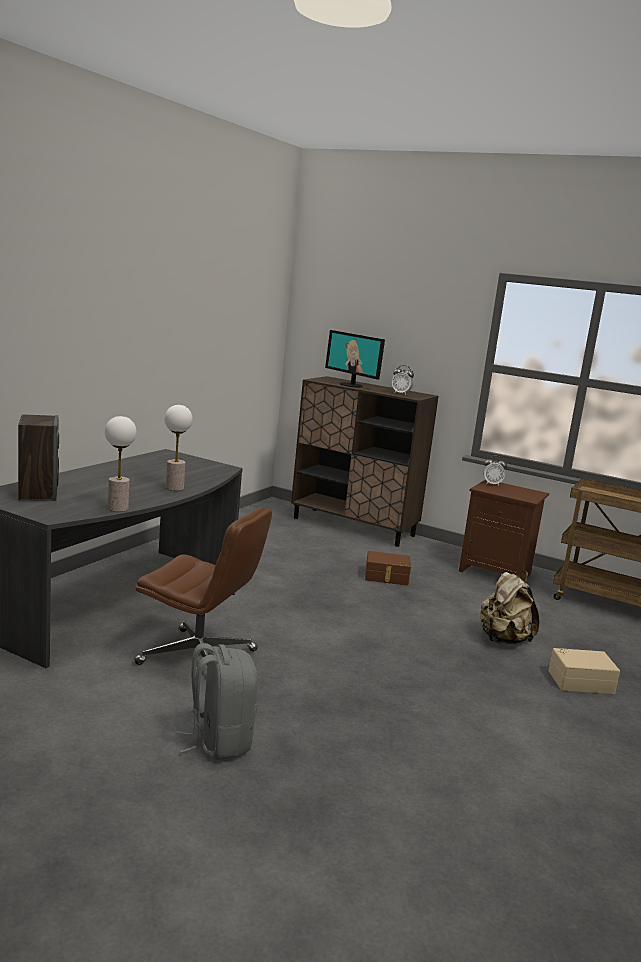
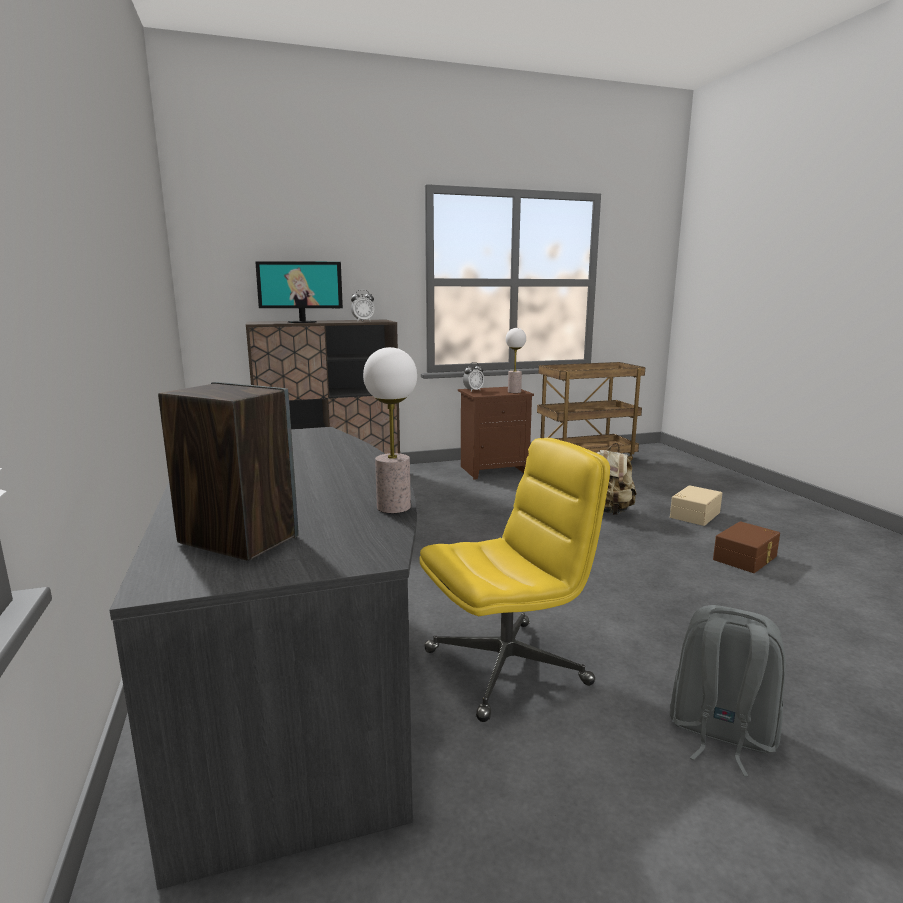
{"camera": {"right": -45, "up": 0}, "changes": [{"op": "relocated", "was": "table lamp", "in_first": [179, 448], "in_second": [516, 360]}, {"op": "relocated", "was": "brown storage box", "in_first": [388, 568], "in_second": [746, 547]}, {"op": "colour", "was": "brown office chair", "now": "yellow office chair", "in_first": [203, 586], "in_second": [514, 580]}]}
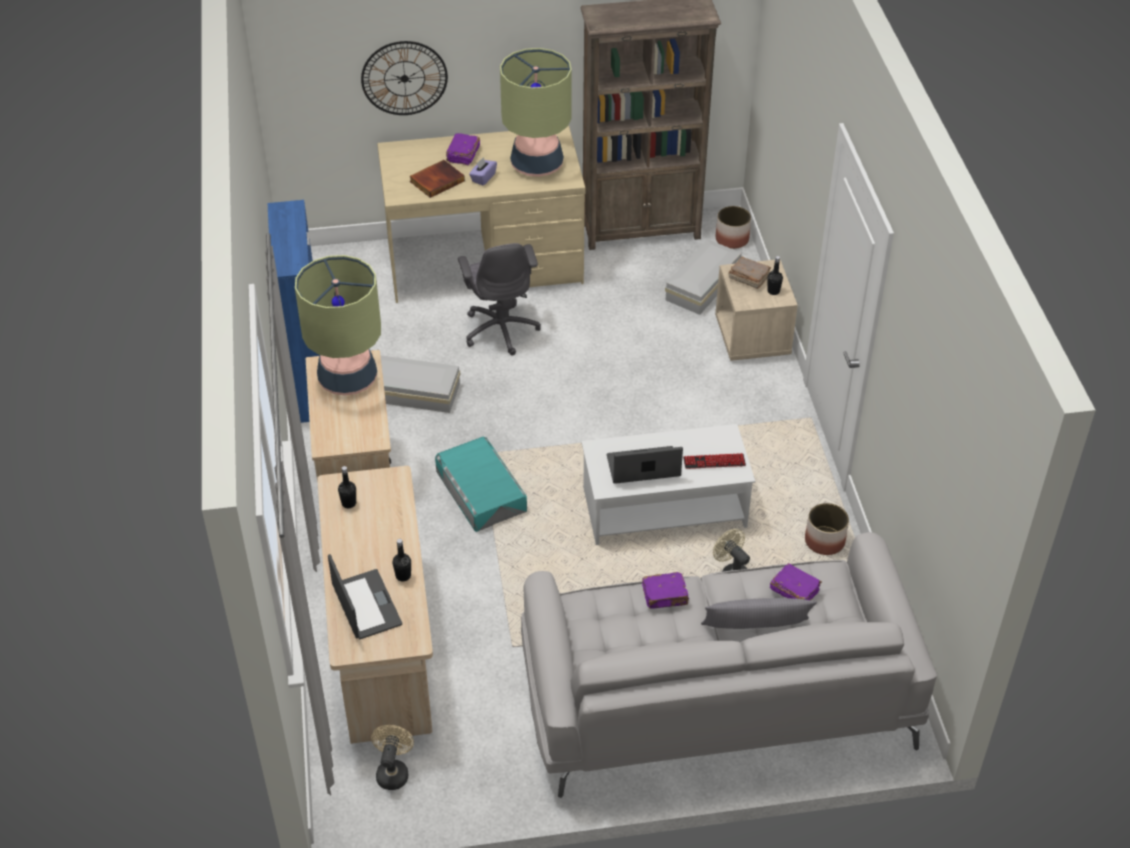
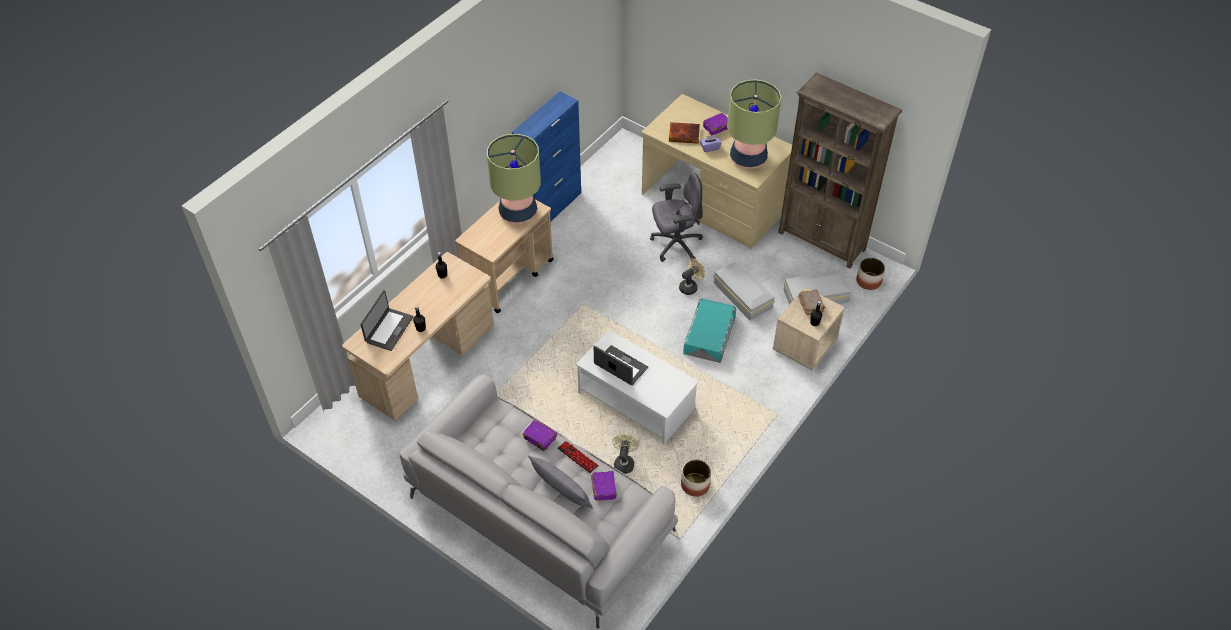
{"camera": {"right": 45, "up": 5}, "changes": [{"op": "missing", "was": "wall clock", "in_first": [404, 78]}, {"op": "relocated", "was": "beige fan", "in_first": [392, 757], "in_second": [692, 276]}, {"op": "relocated", "was": "white storage box", "in_first": [420, 384], "in_second": [744, 290]}, {"op": "relocated", "was": "turquoise storage box", "in_first": [481, 484], "in_second": [709, 331]}, {"op": "relocated", "was": "keyboard", "in_first": [714, 461], "in_second": [578, 457]}, {"op": "spun", "was": "grey office chair", "in_first": [499, 299], "in_second": [676, 217], "clockwise": -135}]}
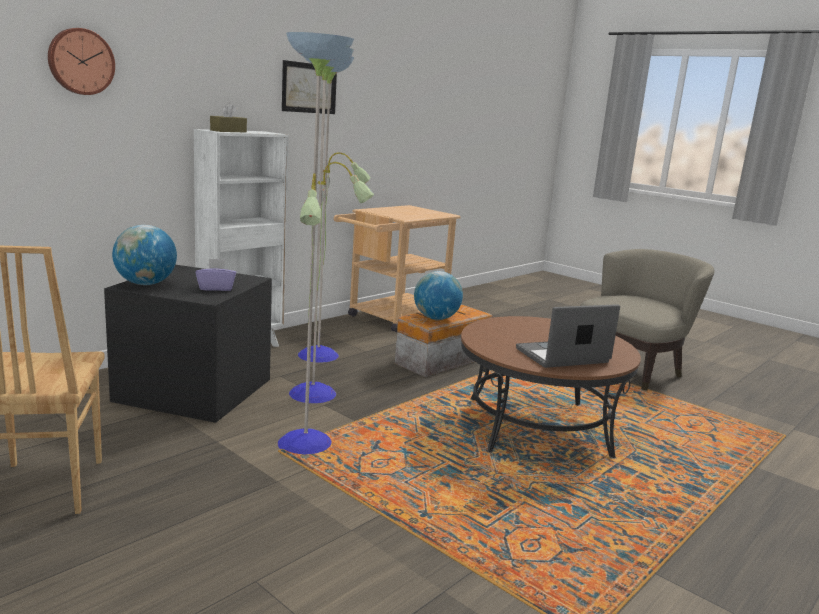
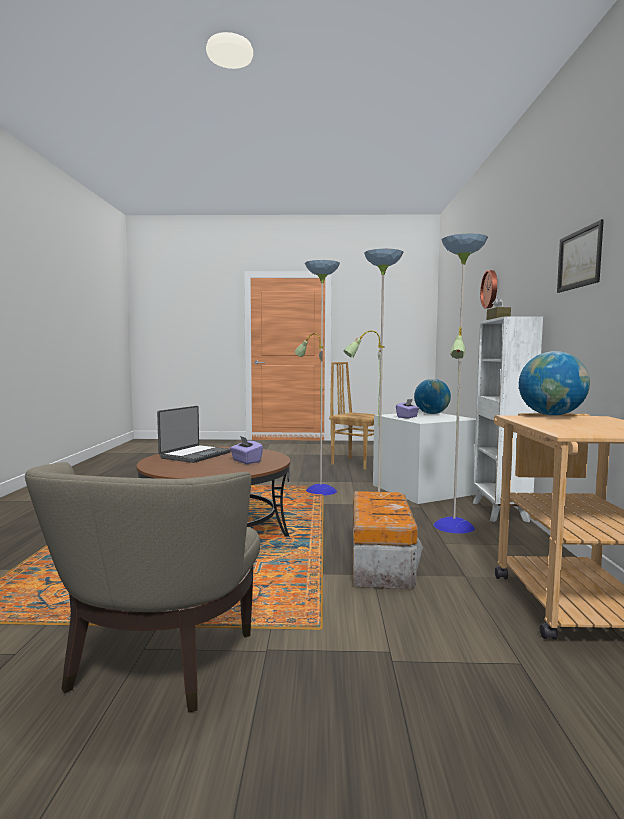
{"camera": {"right": 140, "up": -10}, "changes": [{"op": "appeared", "now": "purple tissue box", "in_second": [246, 450]}, {"op": "relocated", "was": "globe", "in_first": [438, 295], "in_second": [554, 383]}, {"op": "colour", "was": "black storage box", "now": "white storage box", "in_first": [188, 344], "in_second": [425, 458]}]}
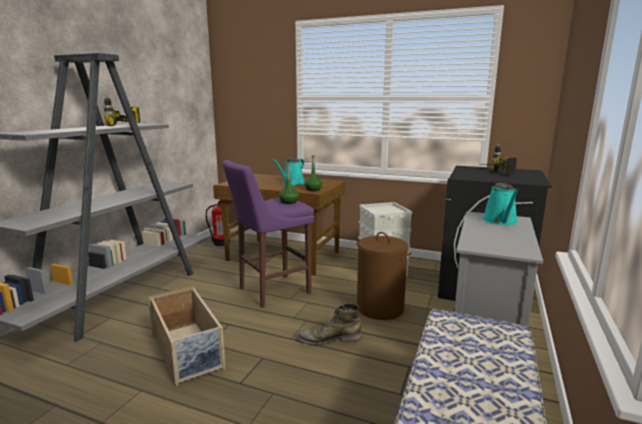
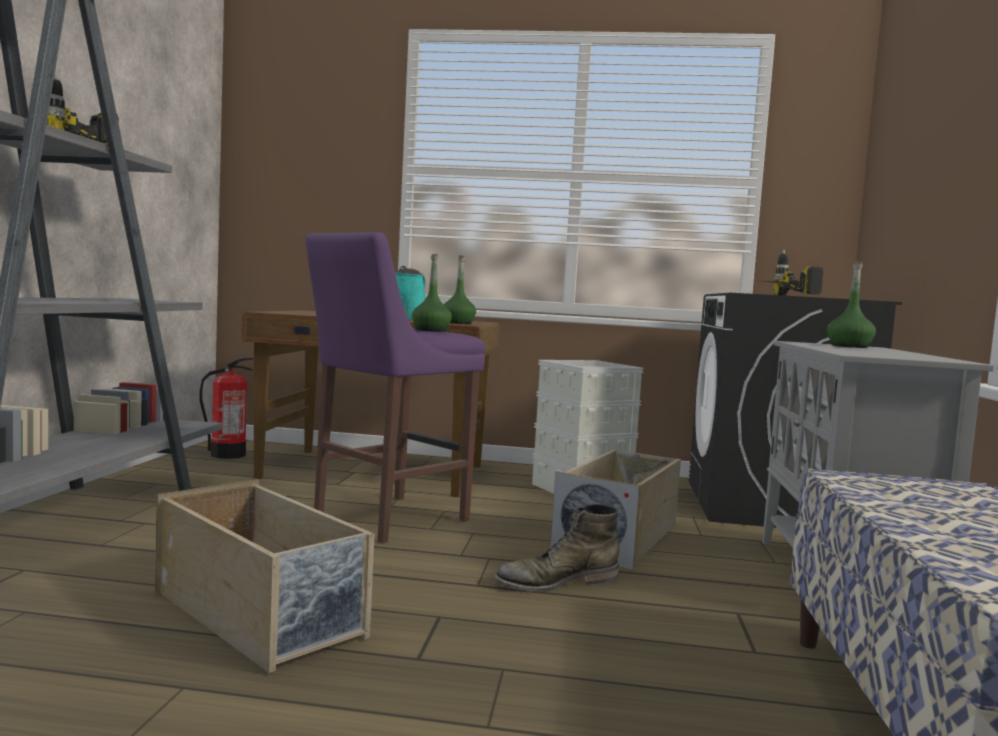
{"camera": {"right": -15, "up": -10}, "changes": [{"op": "exchanged", "was": "brown laundry basket", "now": "beige storage box", "in_first": [384, 276], "in_second": [615, 509]}, {"op": "exchanged", "was": "turquoise watering can", "now": "green bottle", "in_first": [501, 204], "in_second": [851, 304]}]}
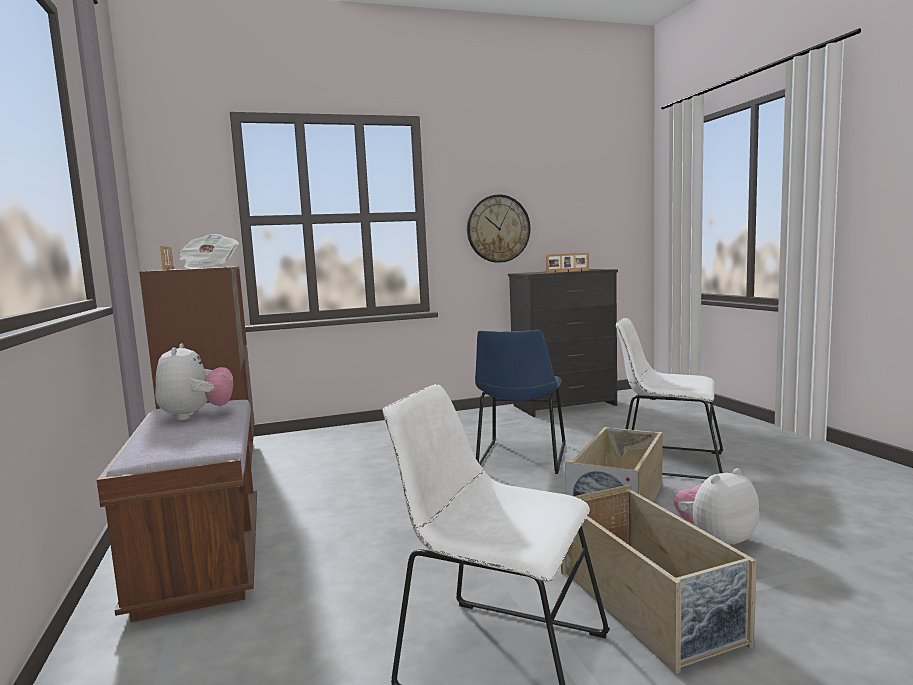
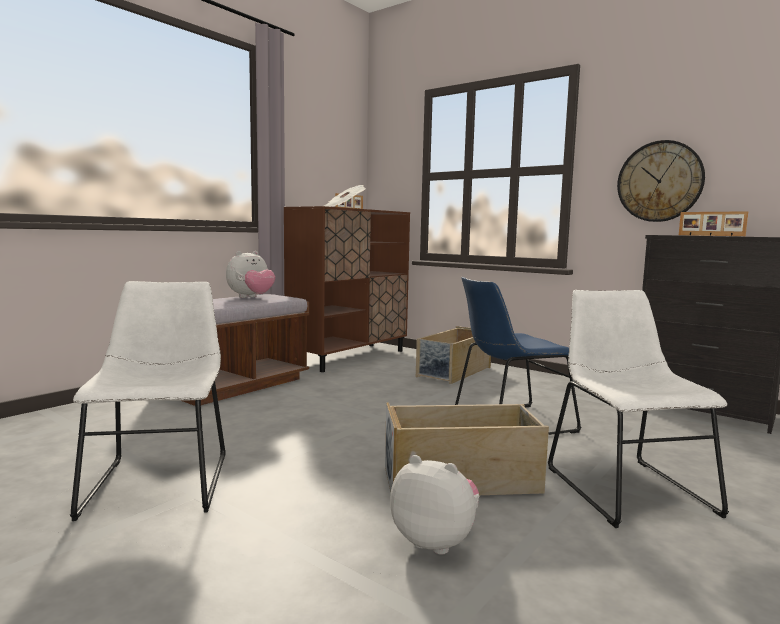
{"camera": {"right": 55, "up": 0}, "changes": [{"op": "relocated", "was": "beige storage box", "in_first": [659, 579], "in_second": [453, 355]}]}
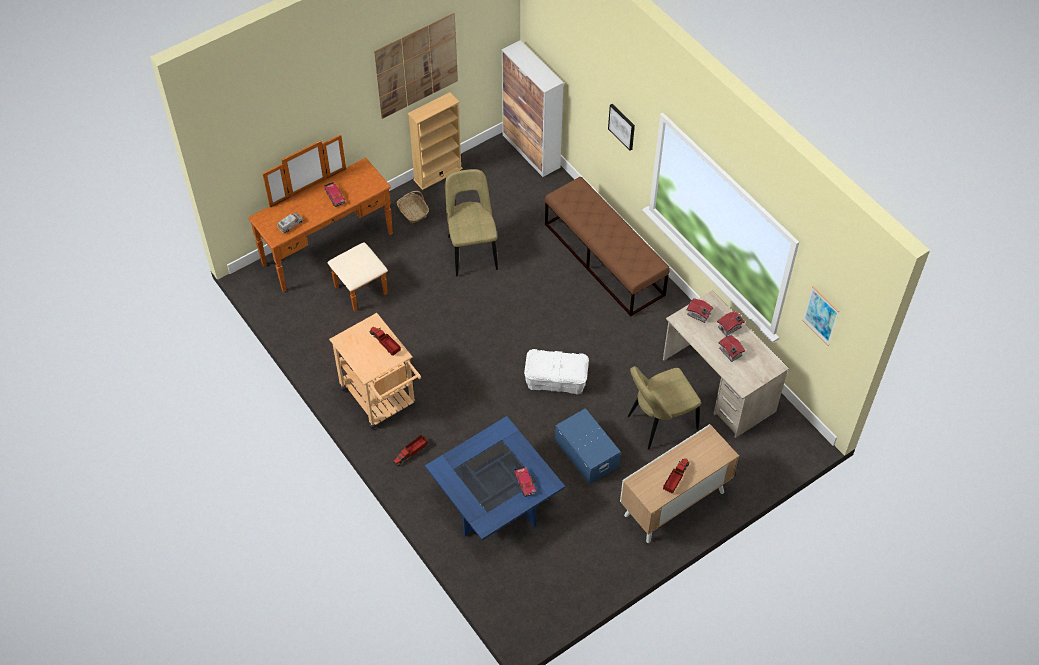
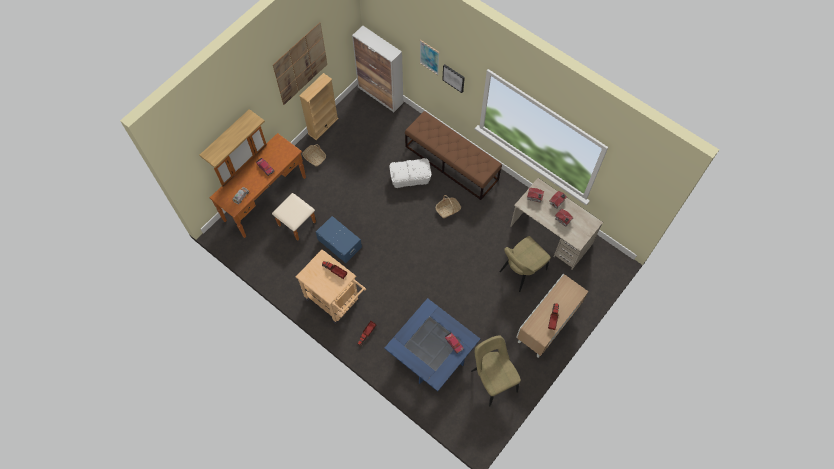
{"camera": {"right": -15, "up": 10}, "changes": [{"op": "appeared", "now": "shelf", "in_second": [232, 138]}, {"op": "appeared", "now": "basket", "in_second": [448, 206]}, {"op": "relocated", "was": "beige chair", "in_first": [471, 222], "in_second": [496, 371]}, {"op": "relocated", "was": "white storage box", "in_first": [556, 371], "in_second": [410, 173]}, {"op": "relocated", "was": "blue storage box", "in_first": [588, 446], "in_second": [339, 239]}, {"op": "relocated", "was": "picture", "in_first": [821, 315], "in_second": [429, 57]}]}
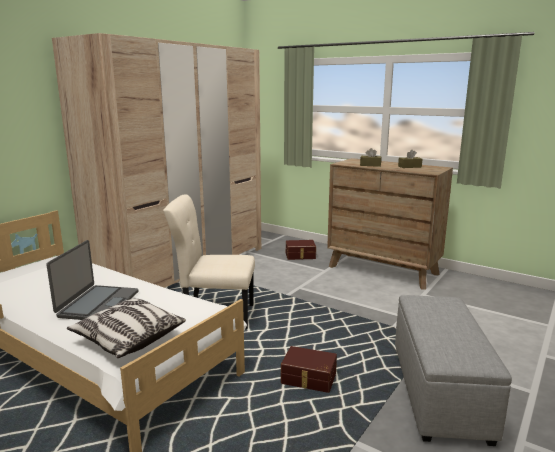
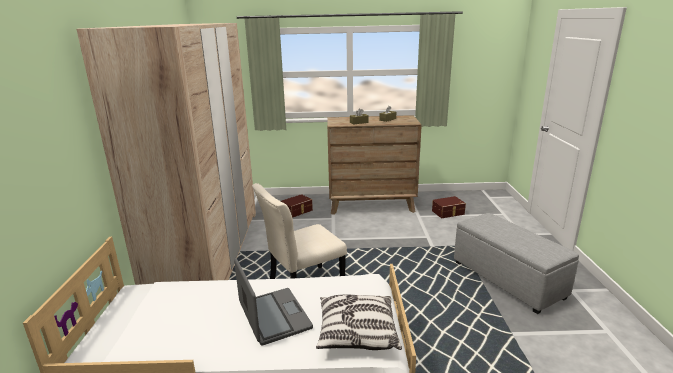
{"camera": {"right": -35, "up": 5}, "changes": [{"op": "relocated", "was": "brown storage box", "in_first": [309, 369], "in_second": [449, 207]}]}
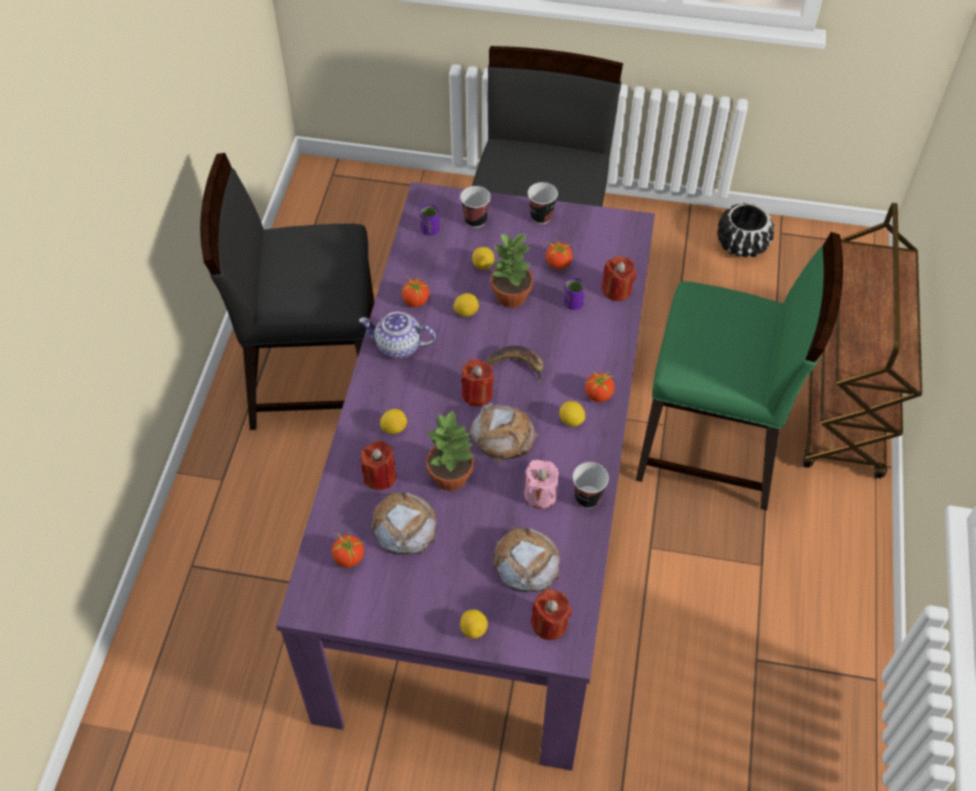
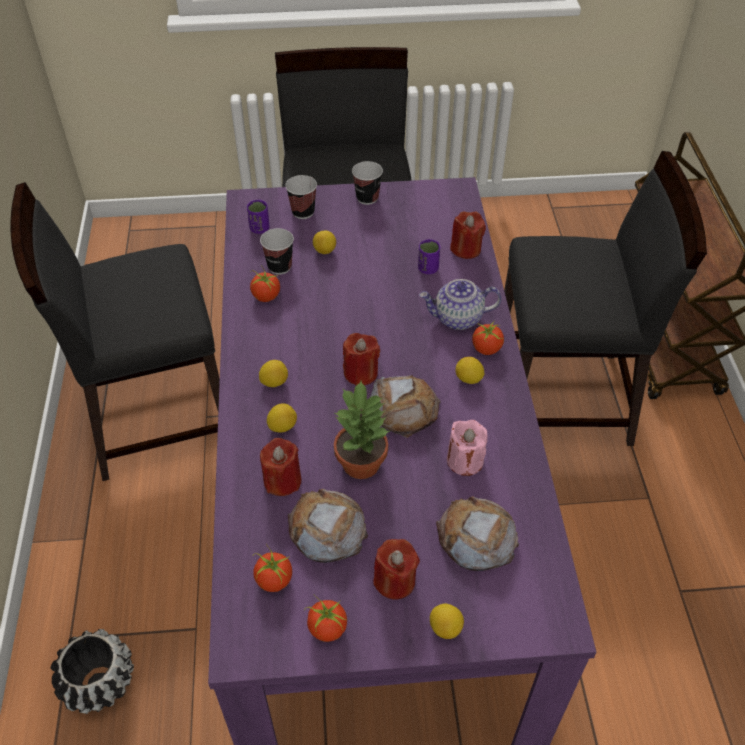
{"camera": {"right": -15, "up": -5}, "changes": [{"op": "missing", "was": "banana", "in_first": [515, 365]}, {"op": "missing", "was": "potted plant", "in_first": [512, 270]}, {"op": "relocated", "was": "teapot", "in_first": [397, 335], "in_second": [460, 304]}, {"op": "relocated", "was": "lemon", "in_first": [466, 305], "in_second": [273, 373]}, {"op": "relocated", "was": "red candle", "in_first": [551, 614], "in_second": [396, 569]}, {"op": "relocated", "was": "tomato", "in_first": [559, 253], "in_second": [325, 618]}, {"op": "relocated", "was": "cup", "in_first": [591, 485], "in_second": [277, 251]}, {"op": "relocated", "was": "black planter", "in_first": [745, 230], "in_second": [92, 671]}, {"op": "colour", "was": "green chair", "now": "black chair", "in_first": [739, 371], "in_second": [605, 298]}]}
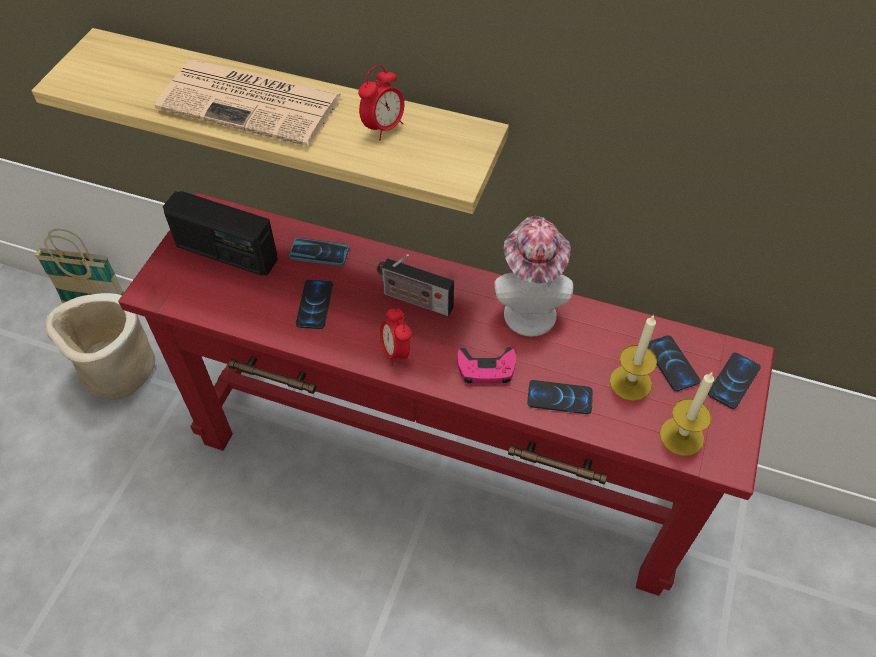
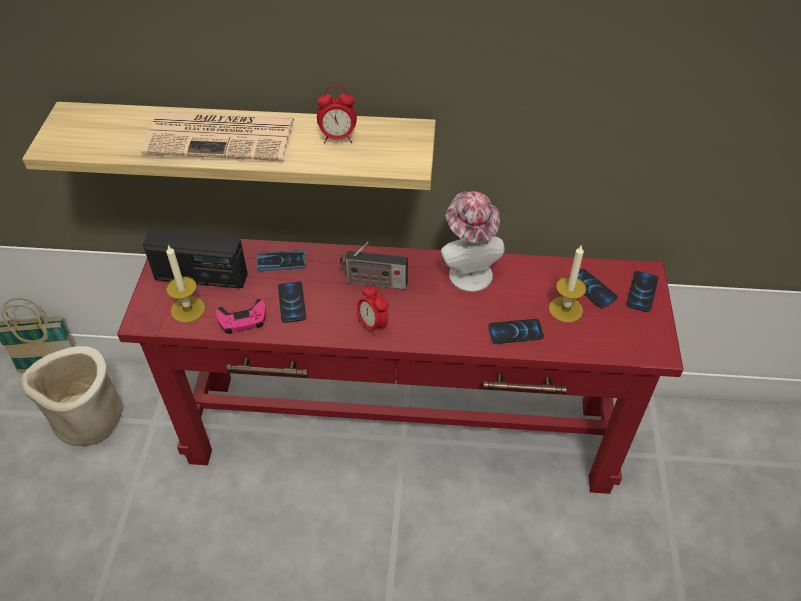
{"camera": {"right": -15, "up": -5}, "changes": [{"op": "relocated", "was": "pink game controller", "in_first": [486, 365], "in_second": [241, 316]}, {"op": "relocated", "was": "candle", "in_first": [687, 414], "in_second": [185, 284]}, {"op": "spun", "was": "alarm clock", "in_first": [381, 103], "in_second": [337, 114], "clockwise": 60}]}
